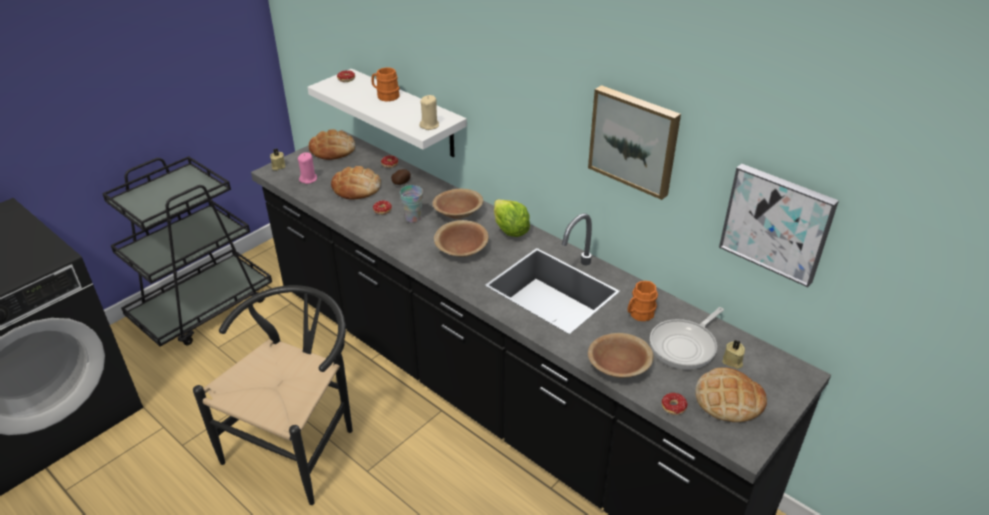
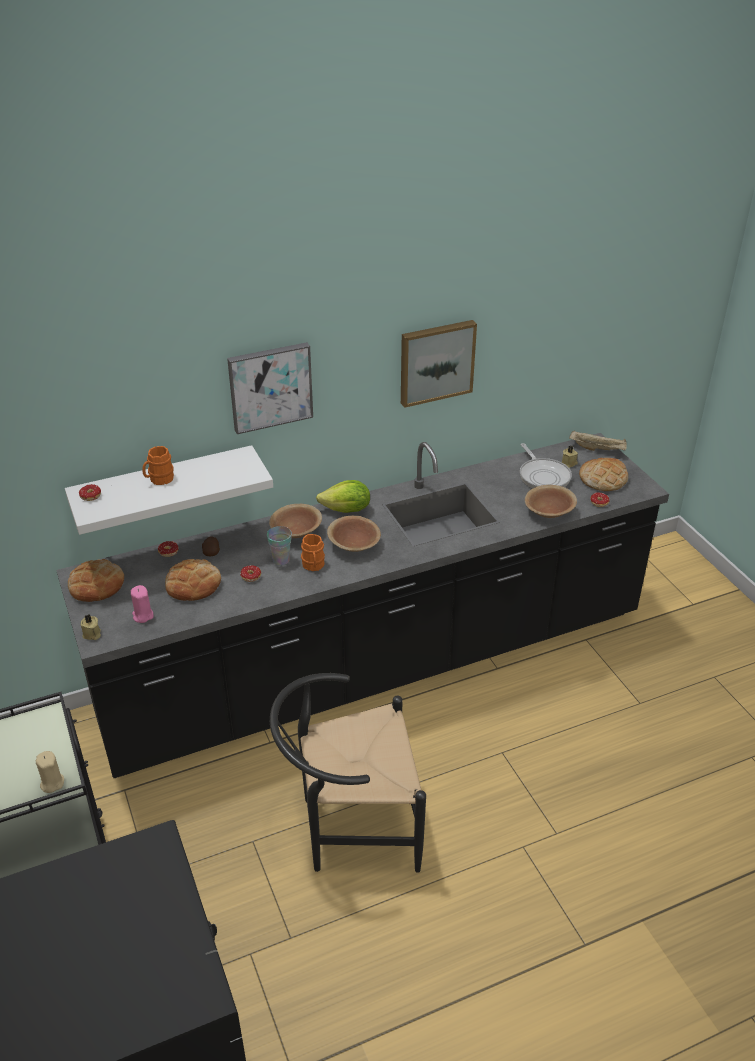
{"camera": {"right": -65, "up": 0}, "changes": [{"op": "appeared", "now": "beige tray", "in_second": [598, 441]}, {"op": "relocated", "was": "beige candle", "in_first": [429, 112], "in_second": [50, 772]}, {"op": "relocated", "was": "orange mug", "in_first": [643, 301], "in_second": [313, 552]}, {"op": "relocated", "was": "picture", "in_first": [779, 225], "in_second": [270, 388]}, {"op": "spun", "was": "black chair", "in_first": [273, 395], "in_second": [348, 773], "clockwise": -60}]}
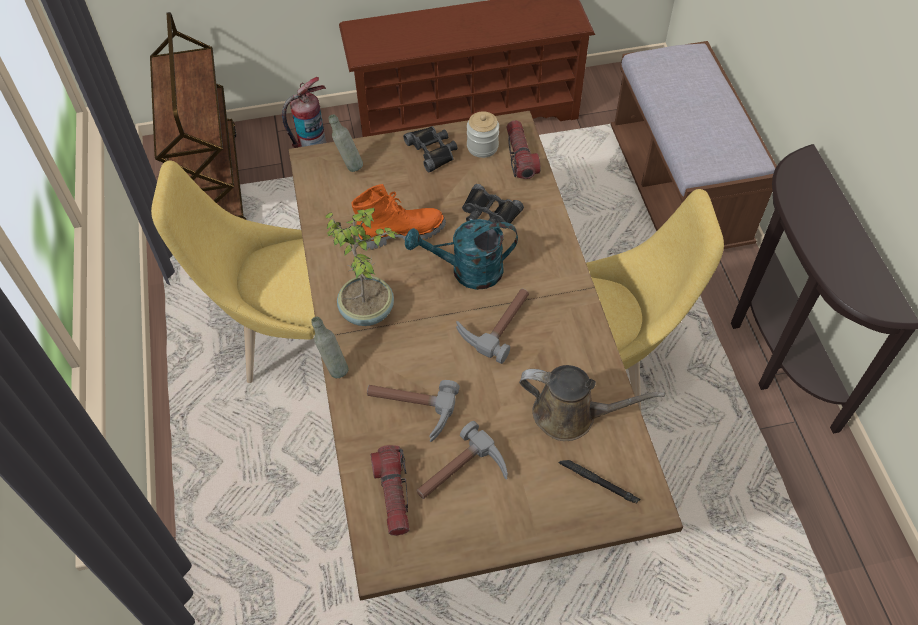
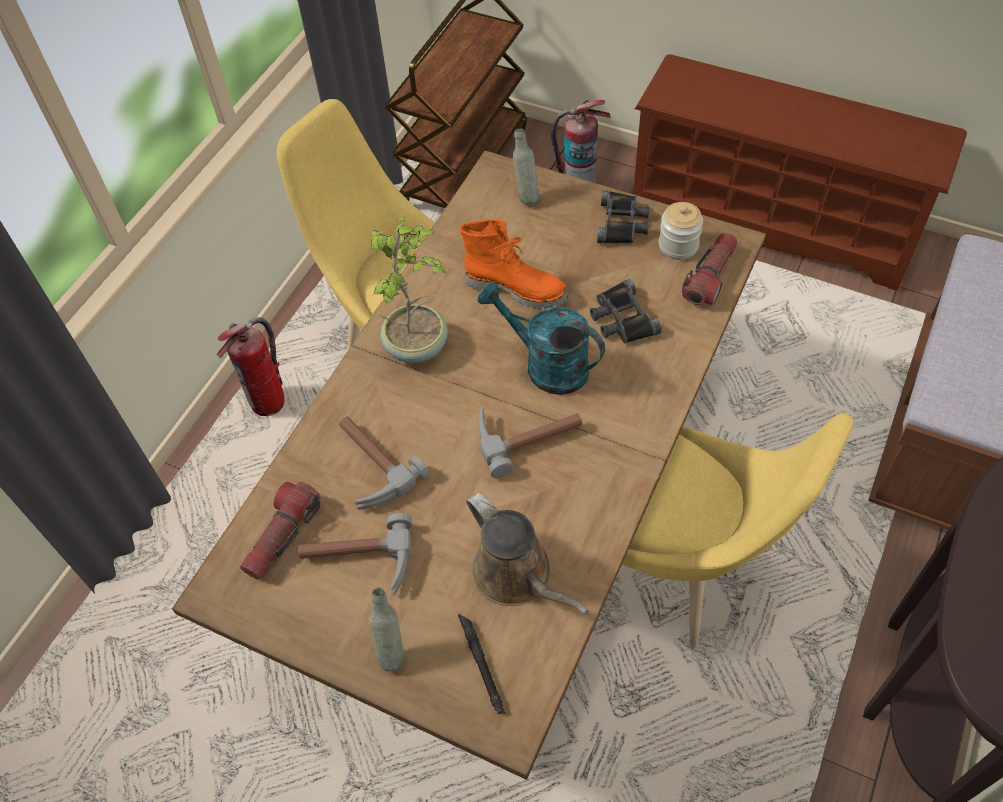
{"camera": {"right": 40, "up": 0}, "changes": [{"op": "appeared", "now": "fire extinguisher", "in_second": [251, 366]}, {"op": "relocated", "was": "grey bottle", "in_first": [329, 347], "in_second": [387, 629]}]}
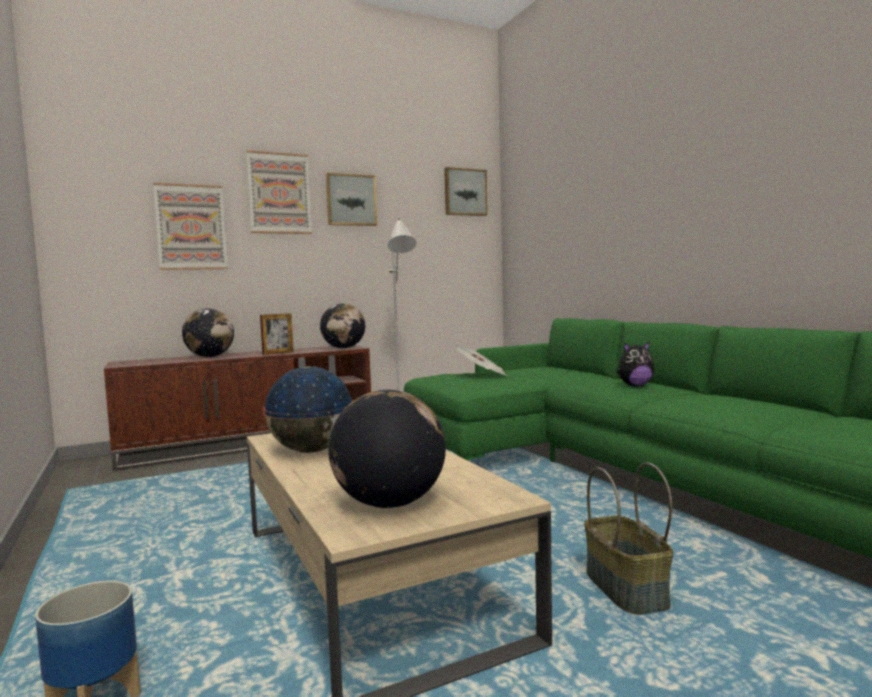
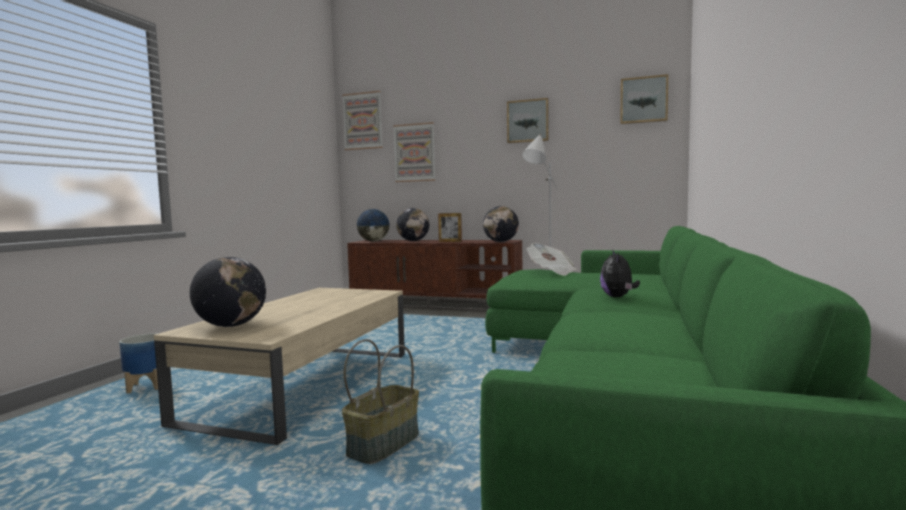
{"camera": {"right": 45, "up": 0}, "changes": [{"op": "relocated", "was": "picture", "in_first": [279, 192], "in_second": [362, 120]}, {"op": "relocated", "was": "globe", "in_first": [308, 409], "in_second": [373, 225]}, {"op": "spun", "was": "plush toy", "in_first": [636, 364], "in_second": [620, 273], "clockwise": 60}]}
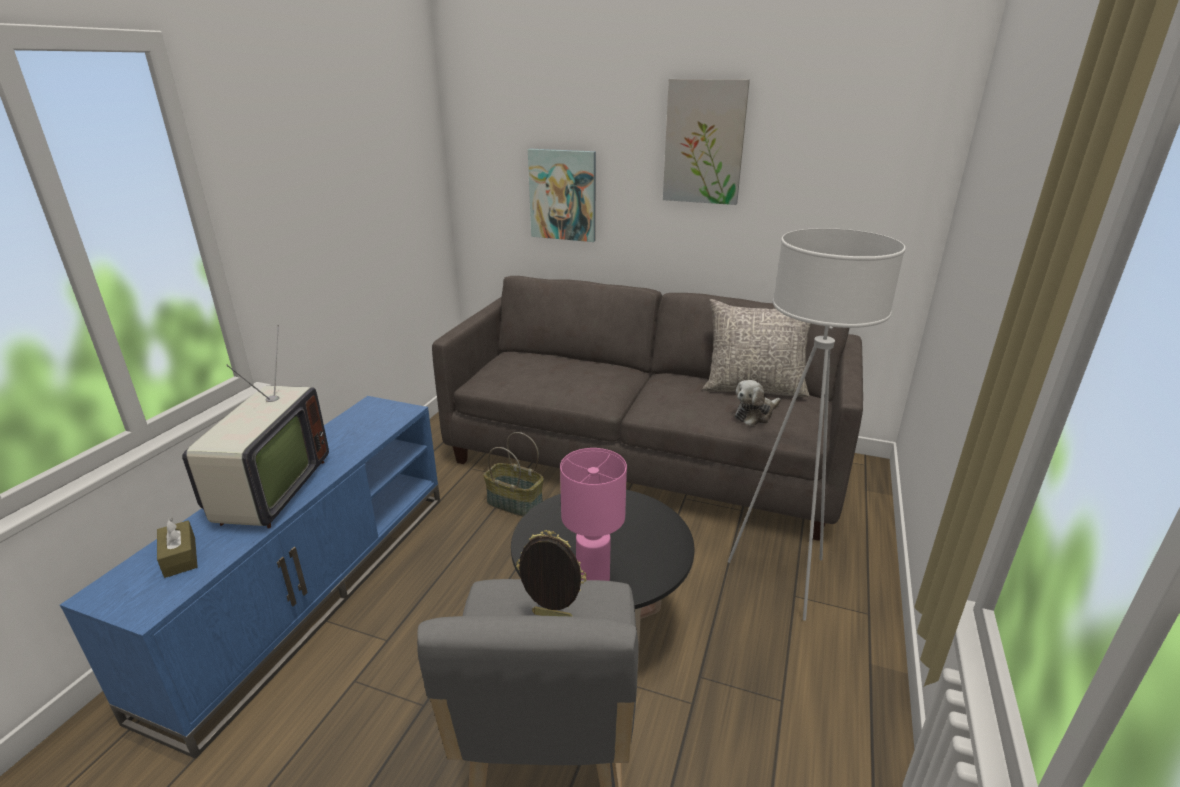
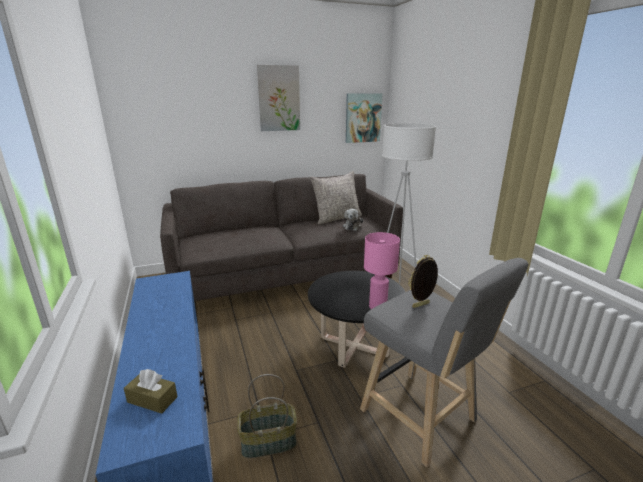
{"camera": {"right": -40, "up": -5}, "changes": [{"op": "missing", "was": "television", "in_first": [255, 427]}, {"op": "relocated", "was": "basket", "in_first": [513, 474], "in_second": [267, 416]}, {"op": "relocated", "was": "picture", "in_first": [562, 195], "in_second": [364, 118]}]}
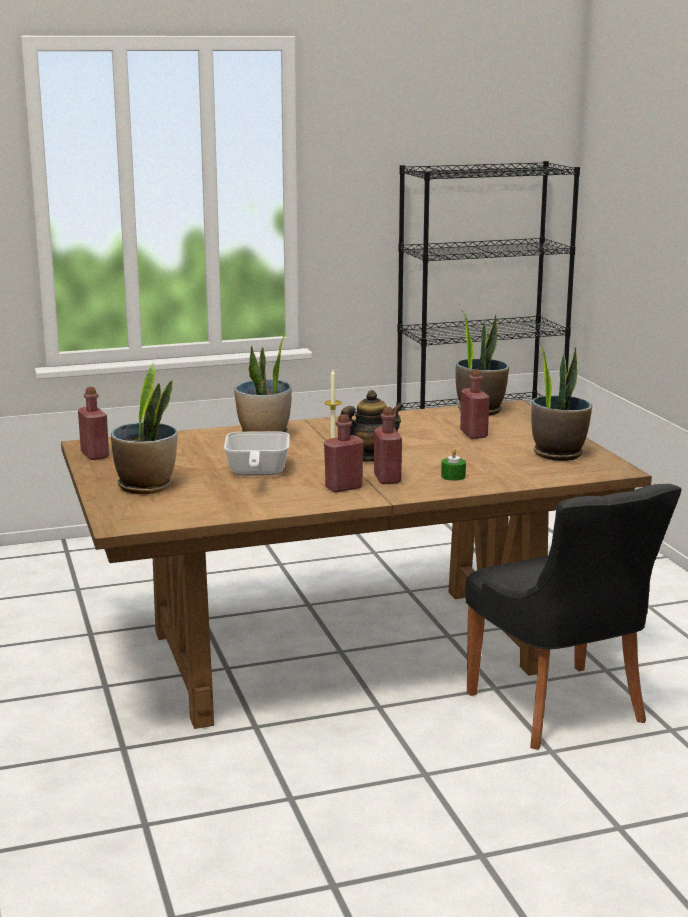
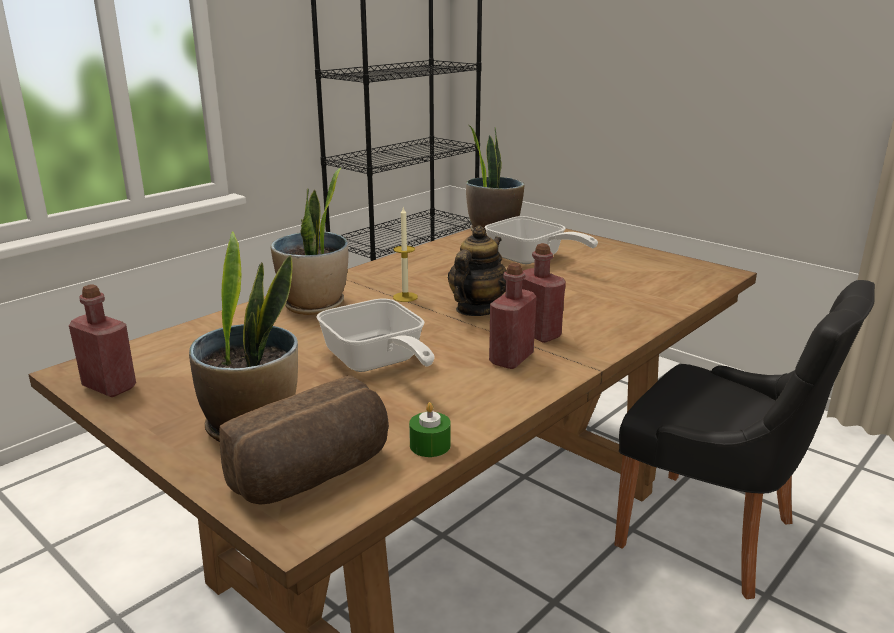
{"camera": {"right": -30, "up": 5}, "changes": [{"op": "missing", "was": "potted plant", "in_first": [561, 401]}, {"op": "appeared", "now": "bread", "in_second": [304, 440]}, {"op": "relocated", "was": "green candle", "in_first": [453, 465], "in_second": [430, 429]}, {"op": "exchanged", "was": "red bottle", "now": "frying pan", "in_first": [475, 404], "in_second": [541, 240]}]}
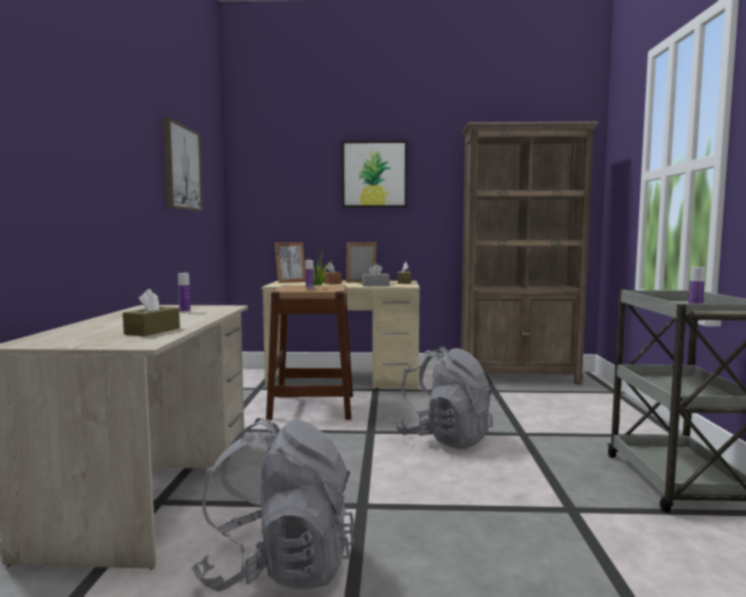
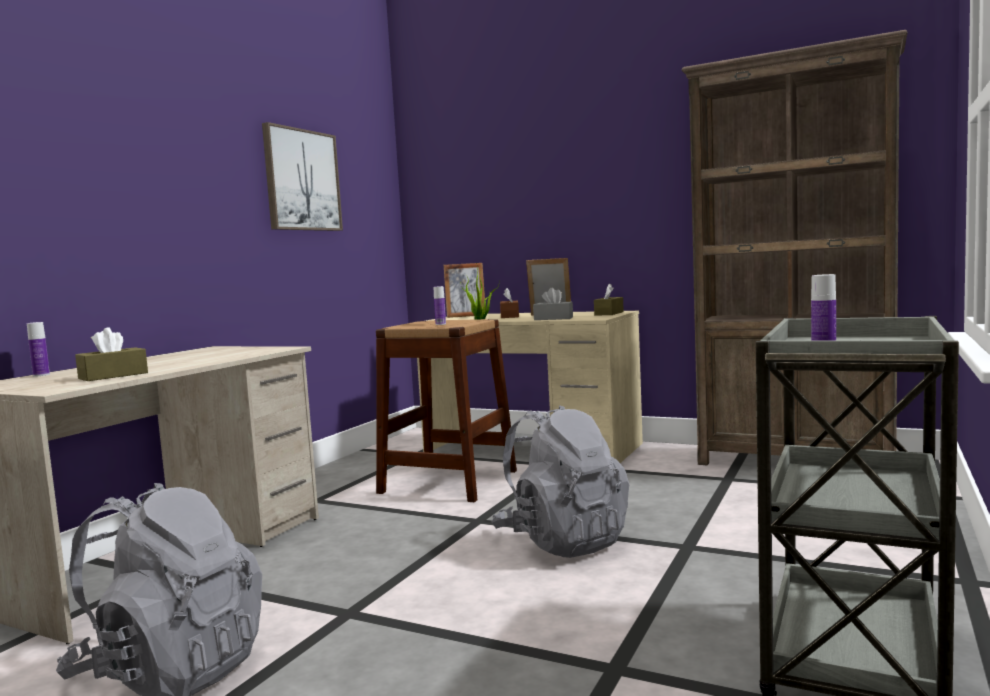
{"camera": {"right": 25, "up": 0}, "changes": [{"op": "missing", "was": "picture", "in_first": [375, 174]}, {"op": "relocated", "was": "bottle", "in_first": [184, 292], "in_second": [38, 349]}]}
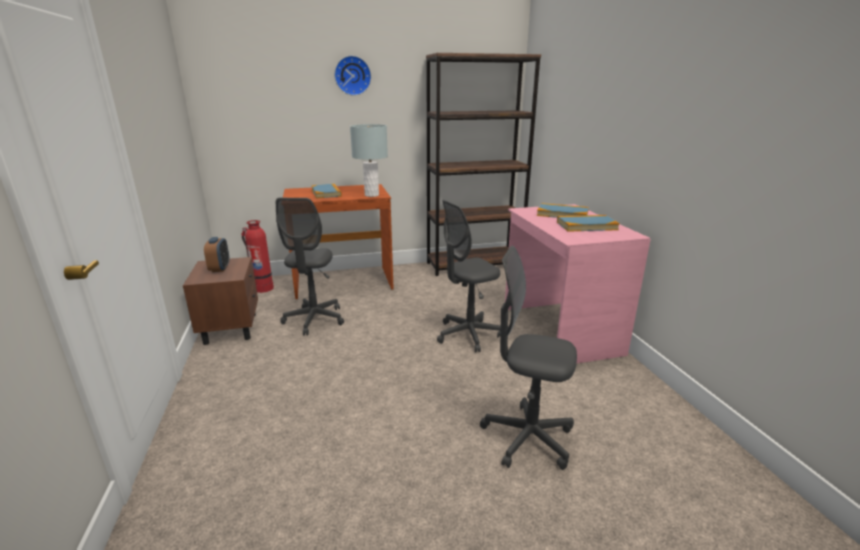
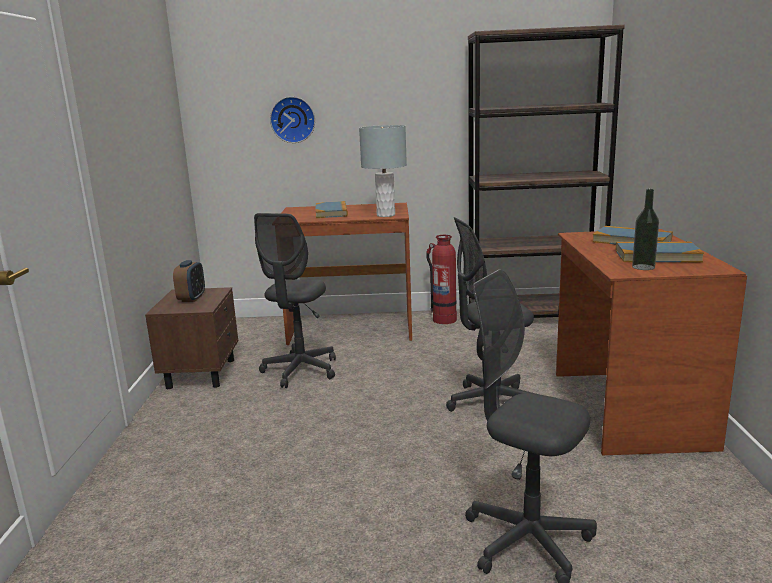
{"camera": {"right": 15, "up": -5}, "changes": [{"op": "appeared", "now": "bottle", "in_second": [645, 229]}, {"op": "relocated", "was": "fire extinguisher", "in_first": [257, 256], "in_second": [441, 279]}, {"op": "relocated", "was": "wall clock", "in_first": [352, 76], "in_second": [292, 119]}, {"op": "colour", "was": "pink desk", "now": "brown desk", "in_first": [578, 283], "in_second": [651, 342]}]}
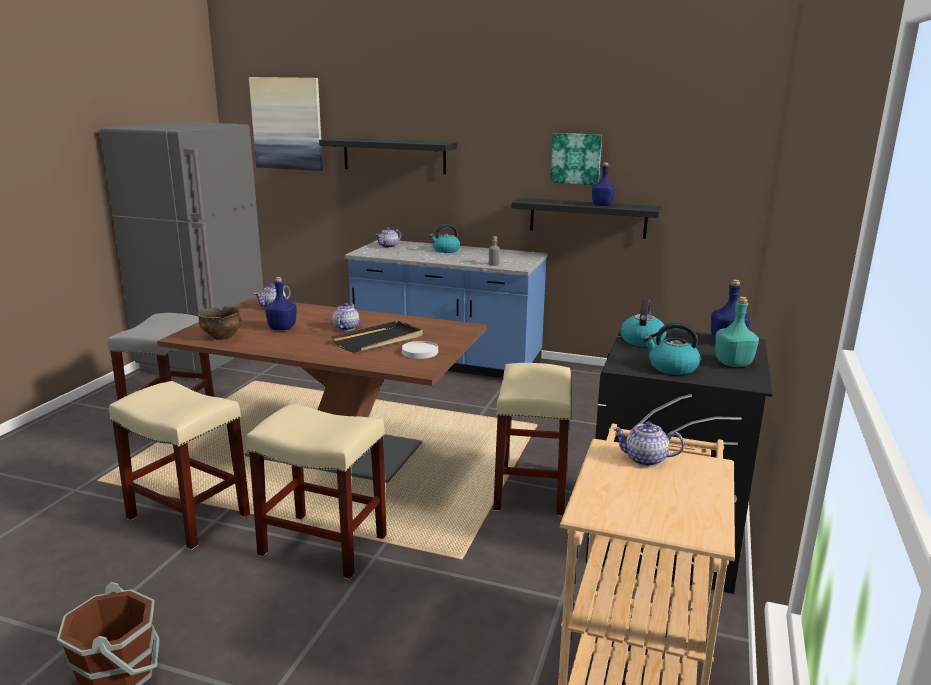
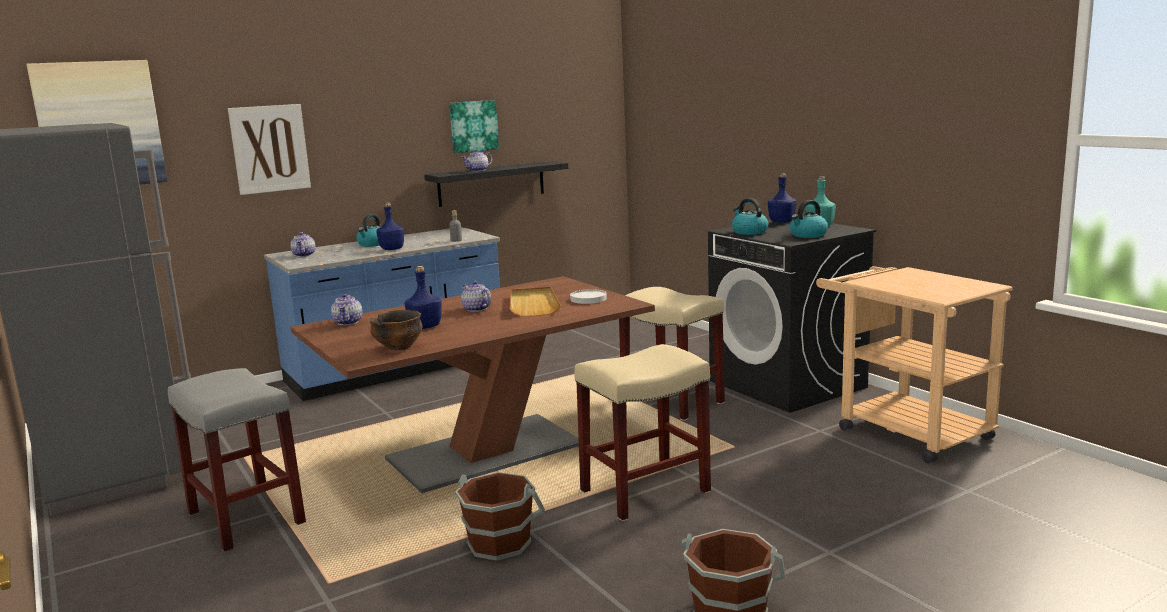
{"camera": {"right": -50, "up": -5}, "changes": [{"op": "relocated", "was": "blue bottle", "in_first": [604, 184], "in_second": [390, 226]}, {"op": "relocated", "was": "teapot", "in_first": [648, 444], "in_second": [477, 160]}, {"op": "exchanged", "was": "beige stool", "now": "brown bucket", "in_first": [179, 465], "in_second": [500, 516]}, {"op": "exchanged", "was": "black shelf", "now": "picture", "in_first": [388, 156], "in_second": [269, 149]}, {"op": "colour", "was": "black tray", "now": "beige tray", "in_first": [377, 337], "in_second": [535, 301]}]}
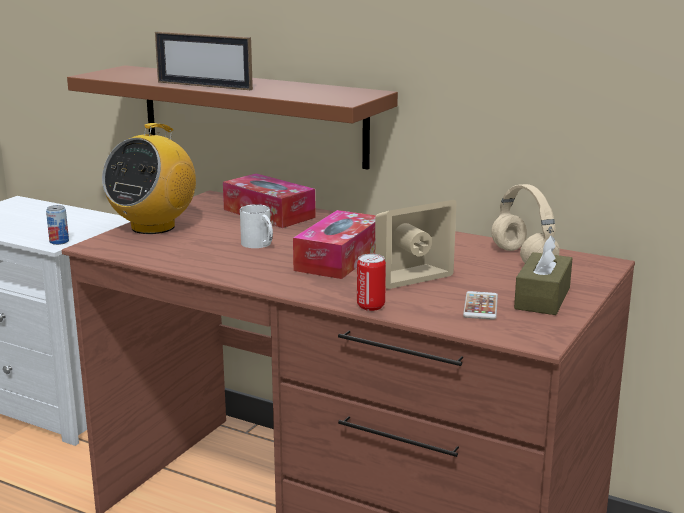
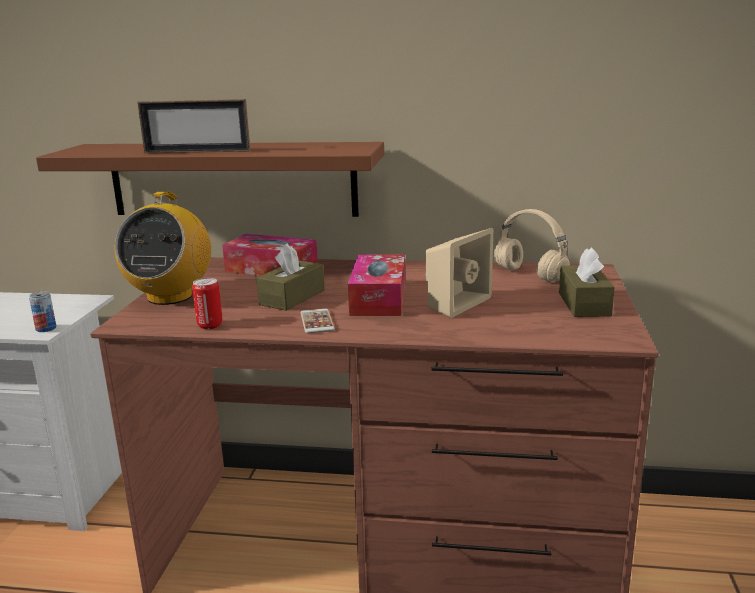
{"camera": {"right": -20, "up": 0}, "changes": [{"op": "relocated", "was": "can", "in_first": [371, 282], "in_second": [207, 303]}, {"op": "relocated", "was": "phone", "in_first": [480, 305], "in_second": [318, 321]}, {"op": "exchanged", "was": "white mug", "now": "brown tissue box", "in_first": [256, 226], "in_second": [290, 277]}]}
